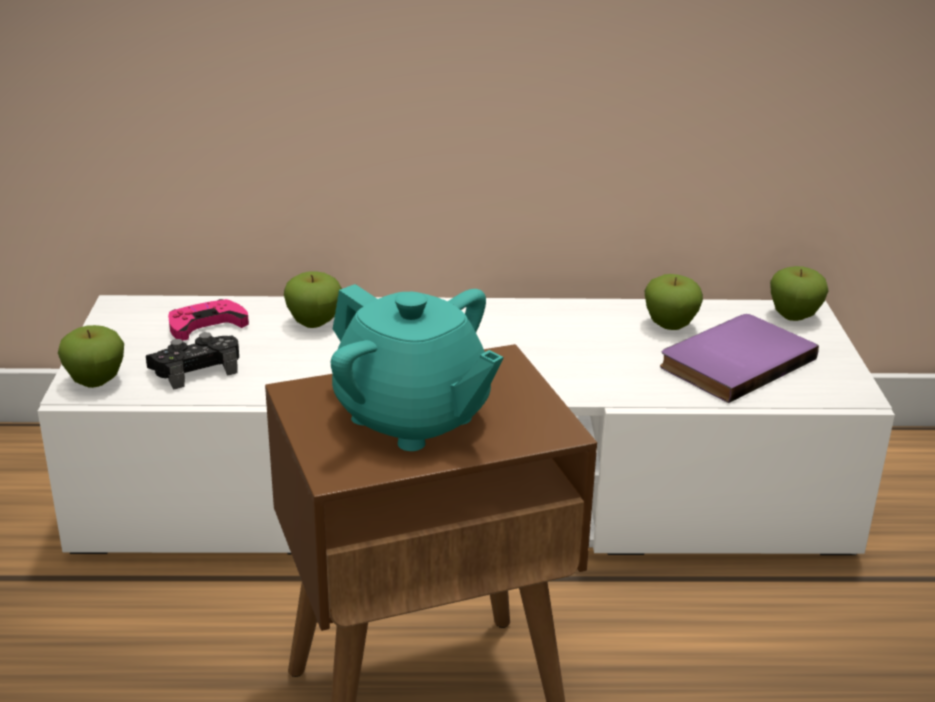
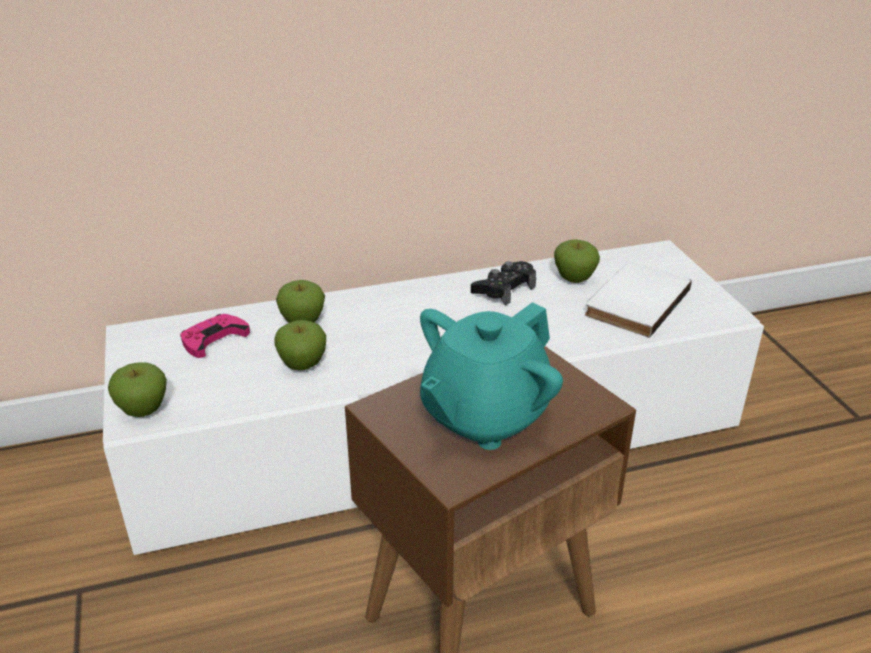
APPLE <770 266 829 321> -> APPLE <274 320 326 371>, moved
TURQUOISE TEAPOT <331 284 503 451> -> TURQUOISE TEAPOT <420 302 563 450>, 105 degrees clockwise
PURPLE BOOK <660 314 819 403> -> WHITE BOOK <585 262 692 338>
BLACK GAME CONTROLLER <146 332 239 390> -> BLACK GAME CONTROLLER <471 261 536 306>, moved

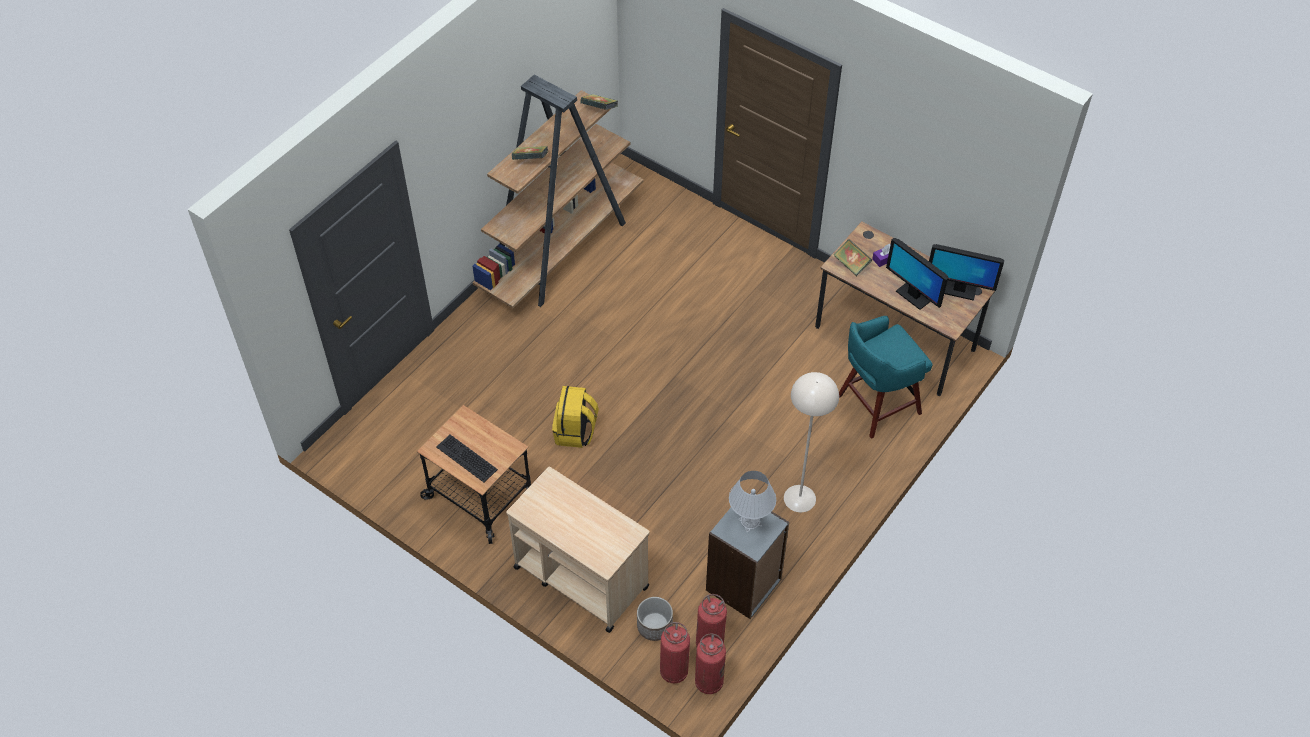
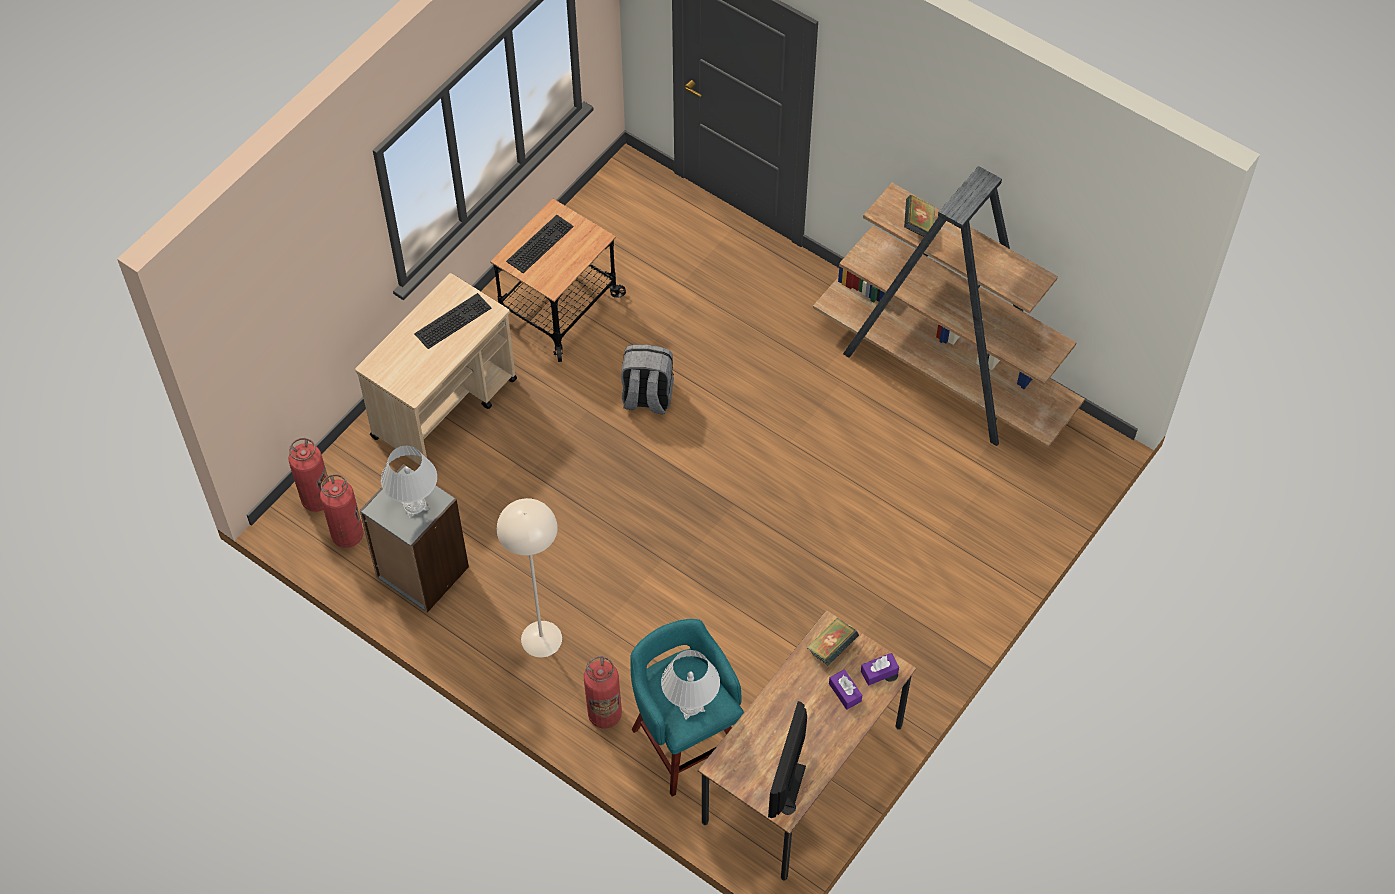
BOOK <580 94 618 110> -> none
MONITOR <886 238 948 310> -> none
YELLOW BACKPACK <552 386 599 448> -> GREY BACKPACK <621 345 674 414>
PLANTER <637 597 673 641> -> none
FIRE EXTINGUISHER <695 633 726 694> -> FIRE EXTINGUISHER <584 656 622 728>, moved
none -> KEYBOARD <414 293 491 349>
none -> WHITE TABLE LAMP <661 650 720 720>
none -> PURPLE TISSUE BOX <861 653 899 686>

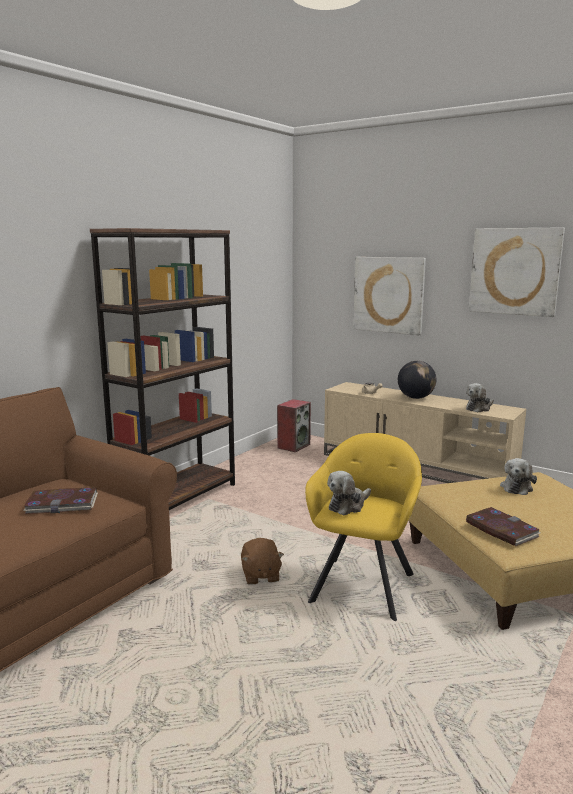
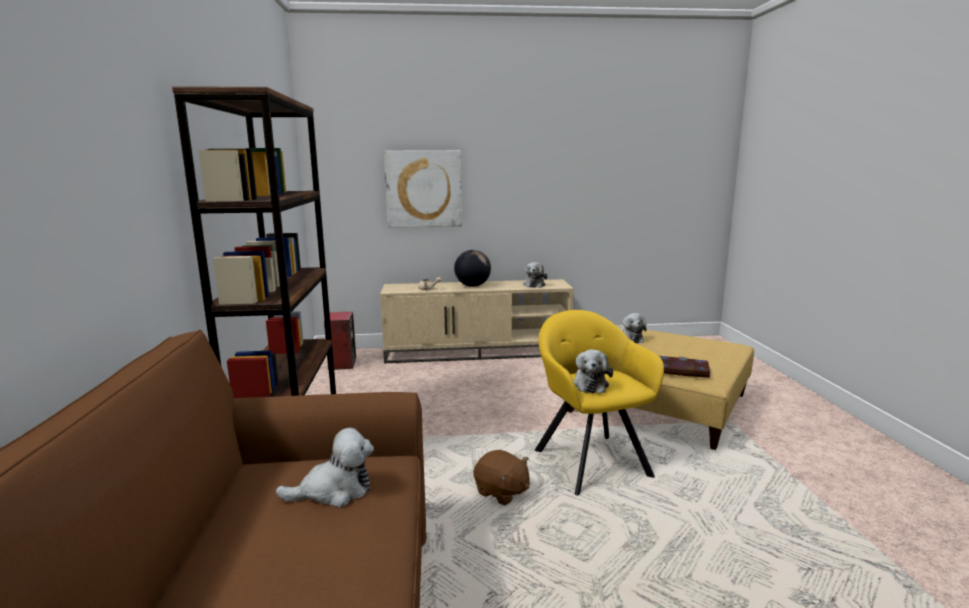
PICTURE <469 227 565 317> -> none
BOOK <23 488 98 514> -> PLUSH TOY <276 427 374 507>

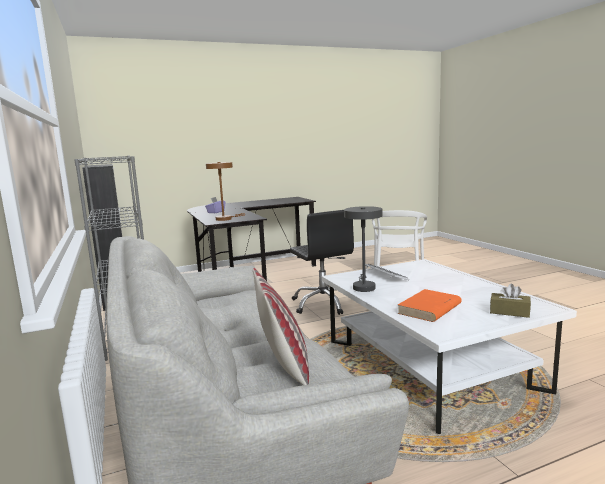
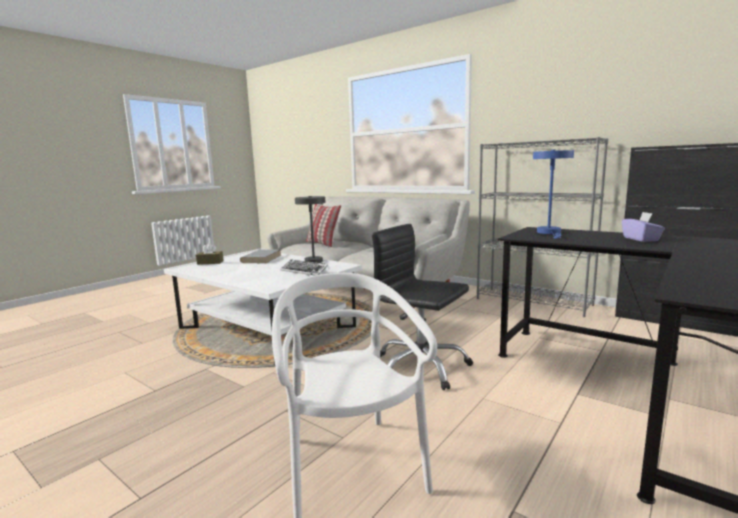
BROWN TABLE LAMP <206 162 245 221> -> BLUE TABLE LAMP <533 150 574 239>
ORANGE BOOK <397 289 462 322> -> GREY BOOK <240 249 281 264>

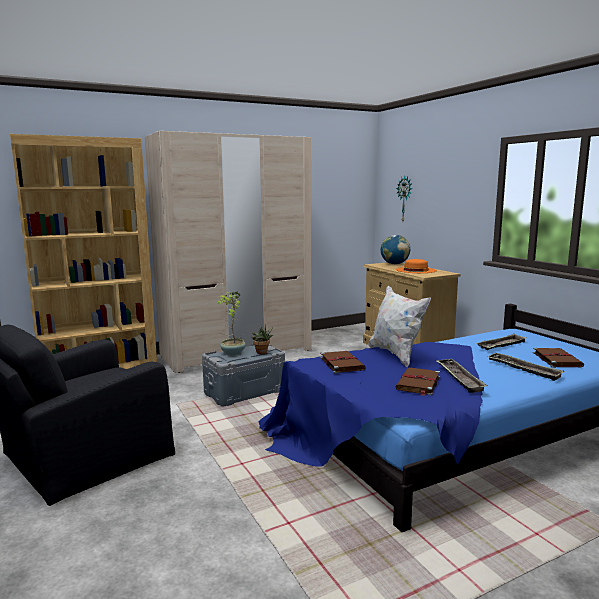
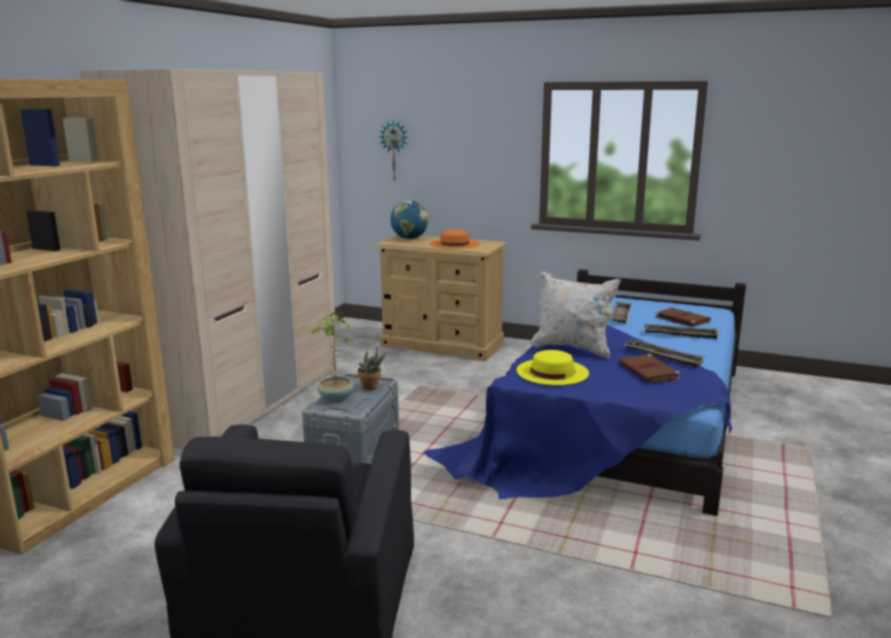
BROWN BOOK <320 351 366 374> -> YELLOW HAT <516 350 589 385>

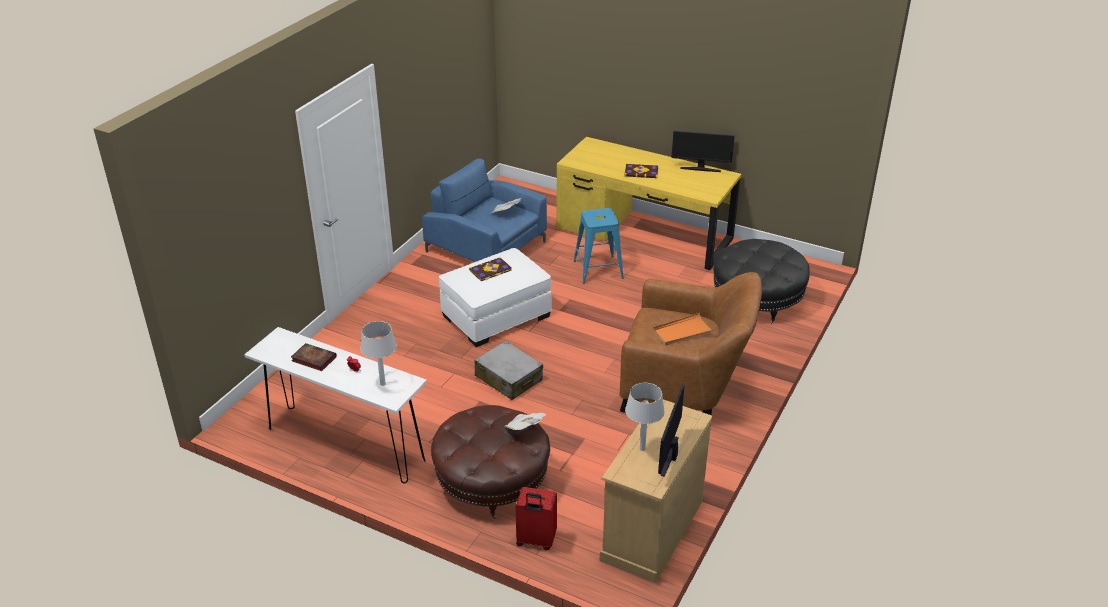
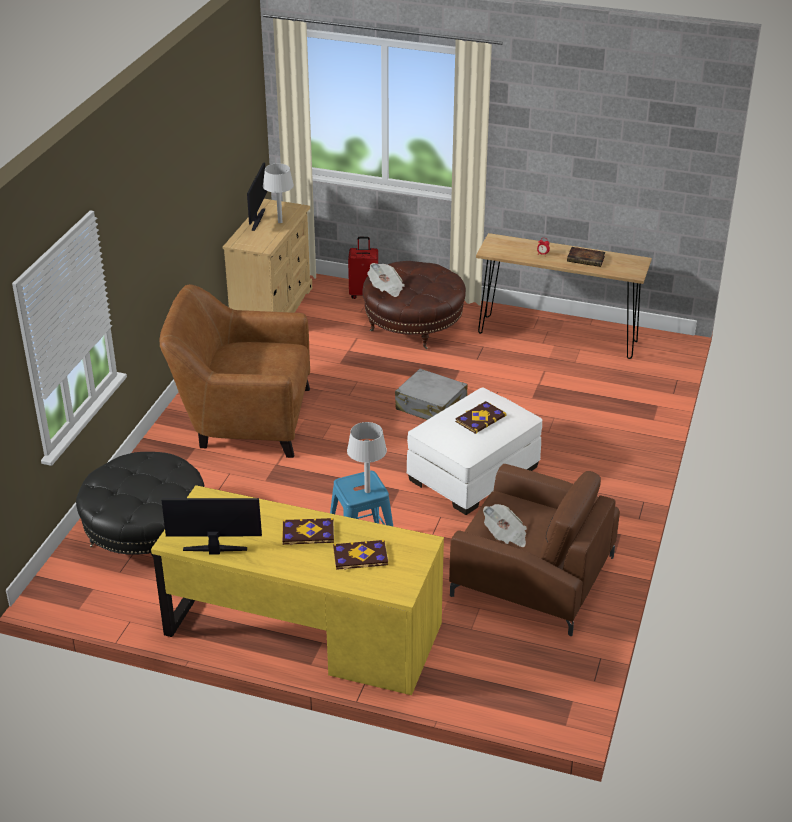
BLUE ARMCHAIR <422 159 547 262> -> BROWN ARMCHAIR <449 464 620 636>
ORANGE TRAY <653 313 715 346> -> none
GREY TABLE LAMP <360 321 397 386> -> GREY TABLE LAMP <347 422 387 493>, moved
WHITE CONSOLE TABLE <244 327 427 483> -> BROWN CONSOLE TABLE <476 233 652 359>
none -> BOOK <333 540 388 570>

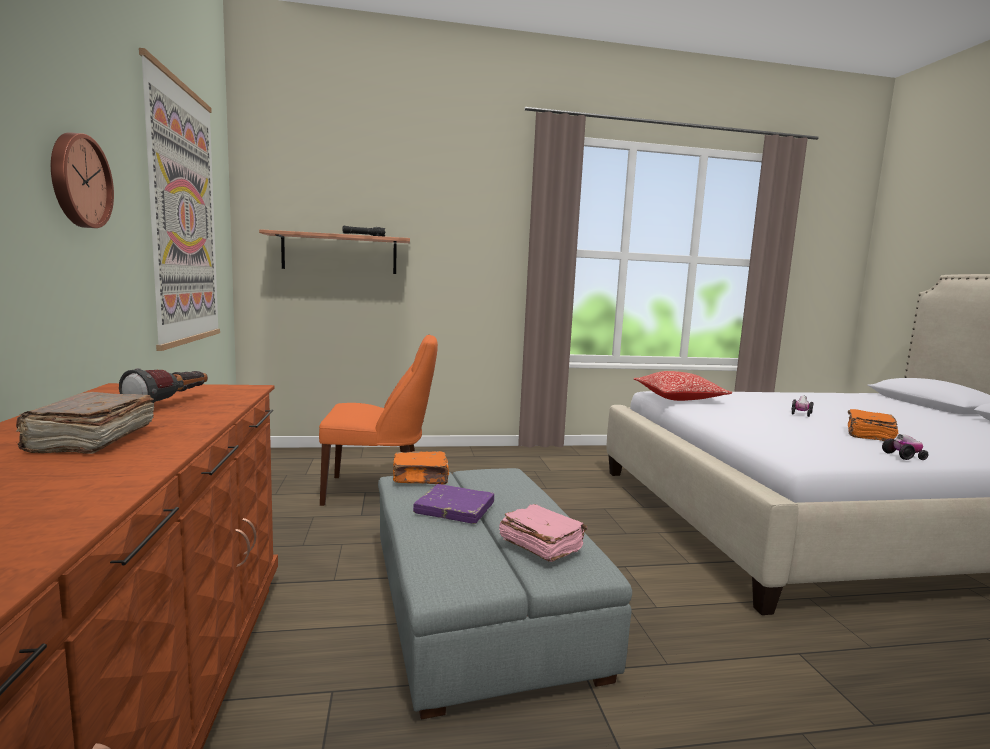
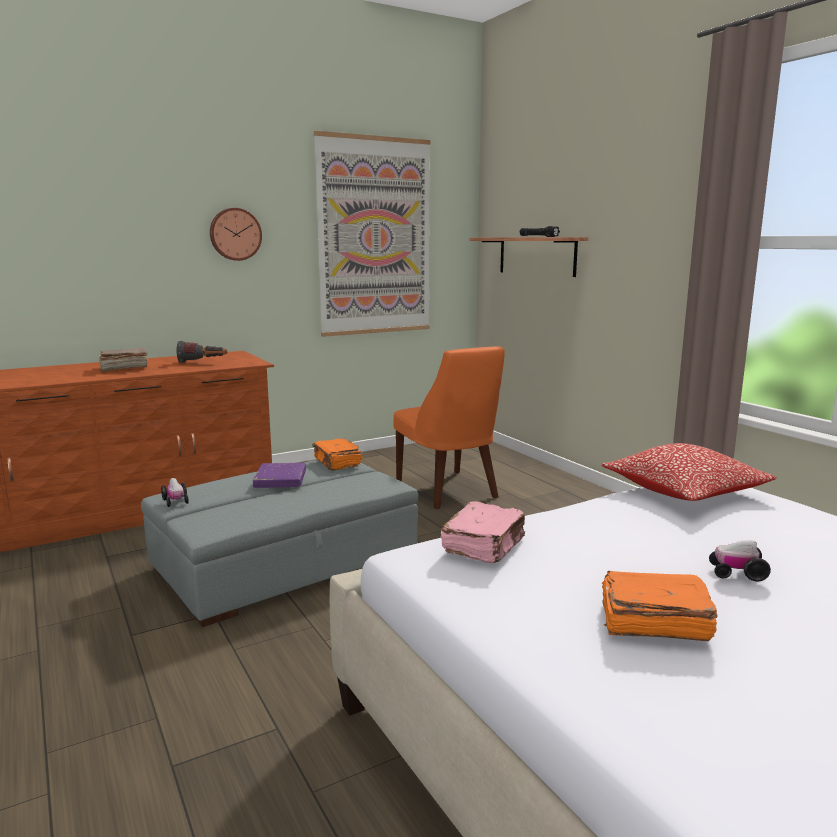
TOY CAR <882 434 929 460> -> TOY CAR <161 478 189 507>, moved
PINK BOOK <499 504 587 562> -> PINK BOOK <441 501 525 563>, moved

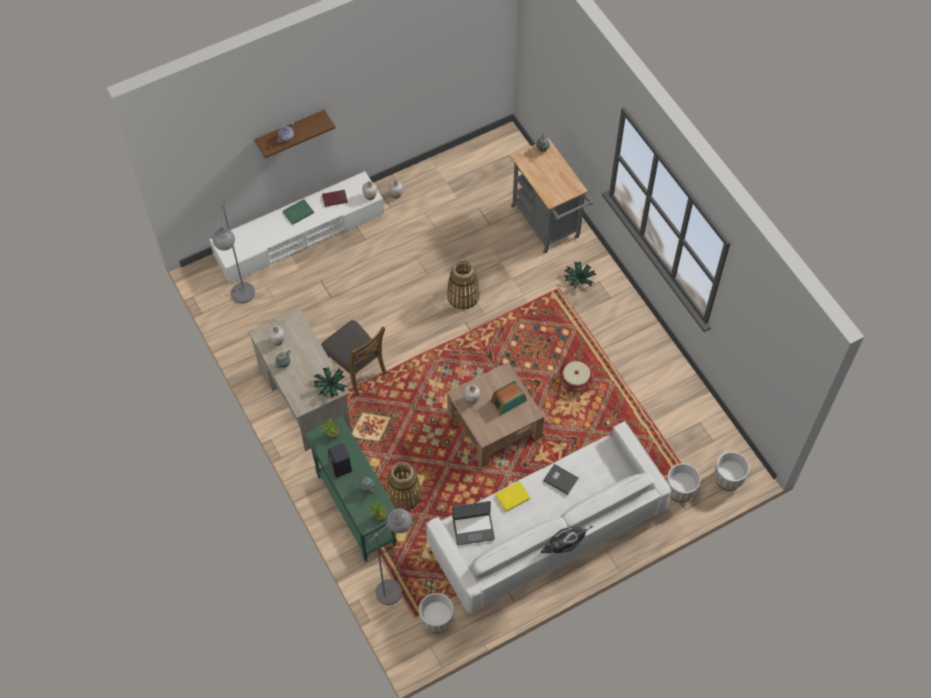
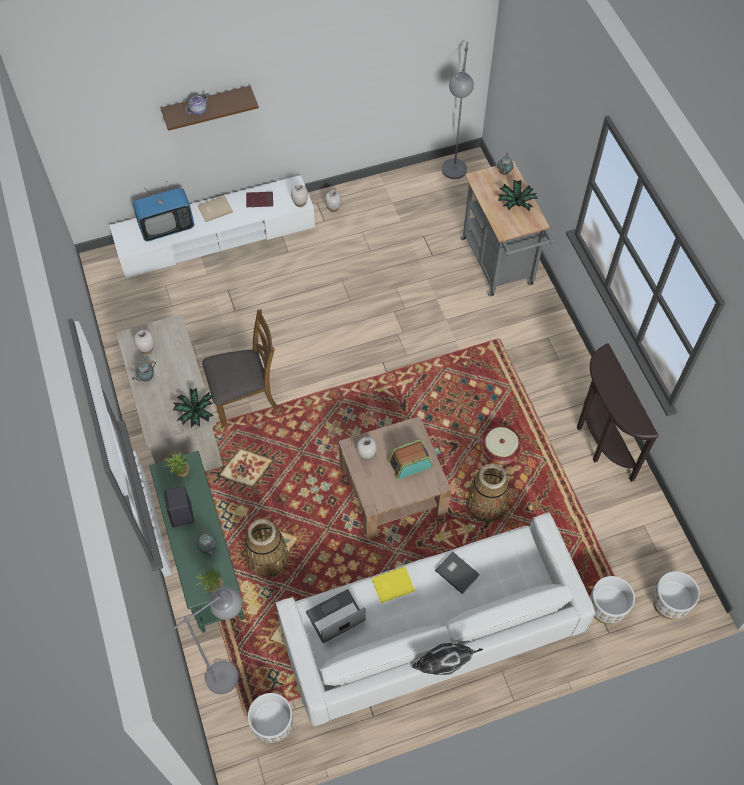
GREY FLOOR LAMP <212 199 255 303> -> GREY FLOOR LAMP <442 41 474 179>, moved
GREEN BOOK <283 199 314 225> -> BEIGE BOOK <198 196 233 222>
BASKET <447 260 480 310> -> BASKET <466 463 509 522>, moved
POTTED PLANT <564 261 597 288> -> POTTED PLANT <497 180 538 211>, moved
BROWN CHAIR <321 320 387 396> -> BROWN CHAIR <202 310 279 427>, 75 degrees counterclockwise
LAPTOP <452 501 495 545> -> LAPTOP <306 589 366 643>, 150 degrees clockwise
none -> TELEVISION <132 181 195 242>
none -> BROWN CONSOLE TABLE <577 343 659 482>

